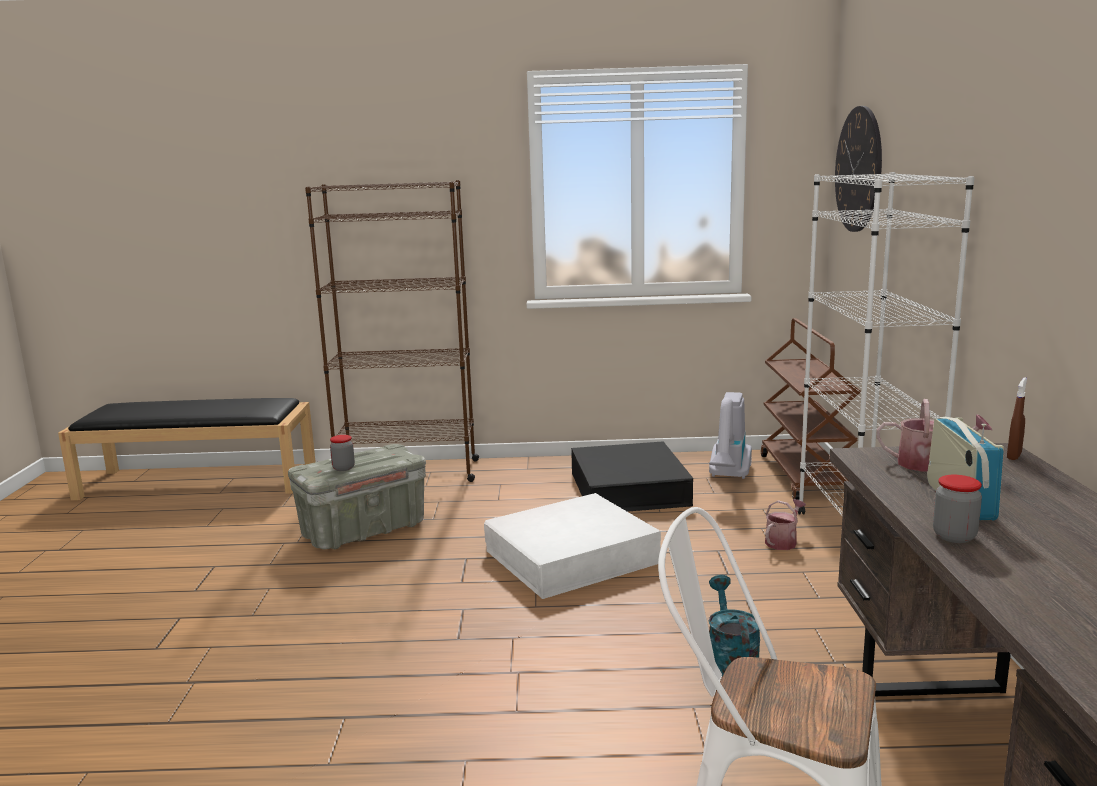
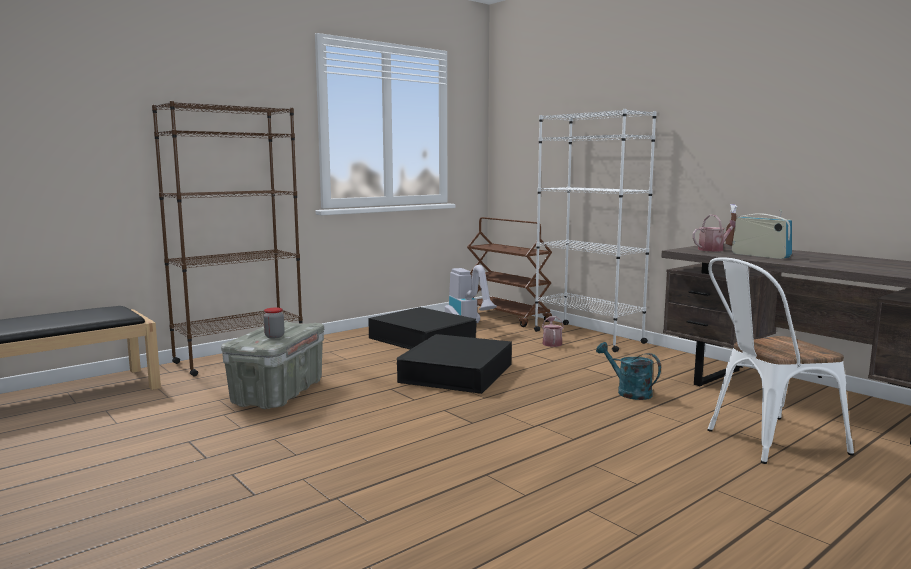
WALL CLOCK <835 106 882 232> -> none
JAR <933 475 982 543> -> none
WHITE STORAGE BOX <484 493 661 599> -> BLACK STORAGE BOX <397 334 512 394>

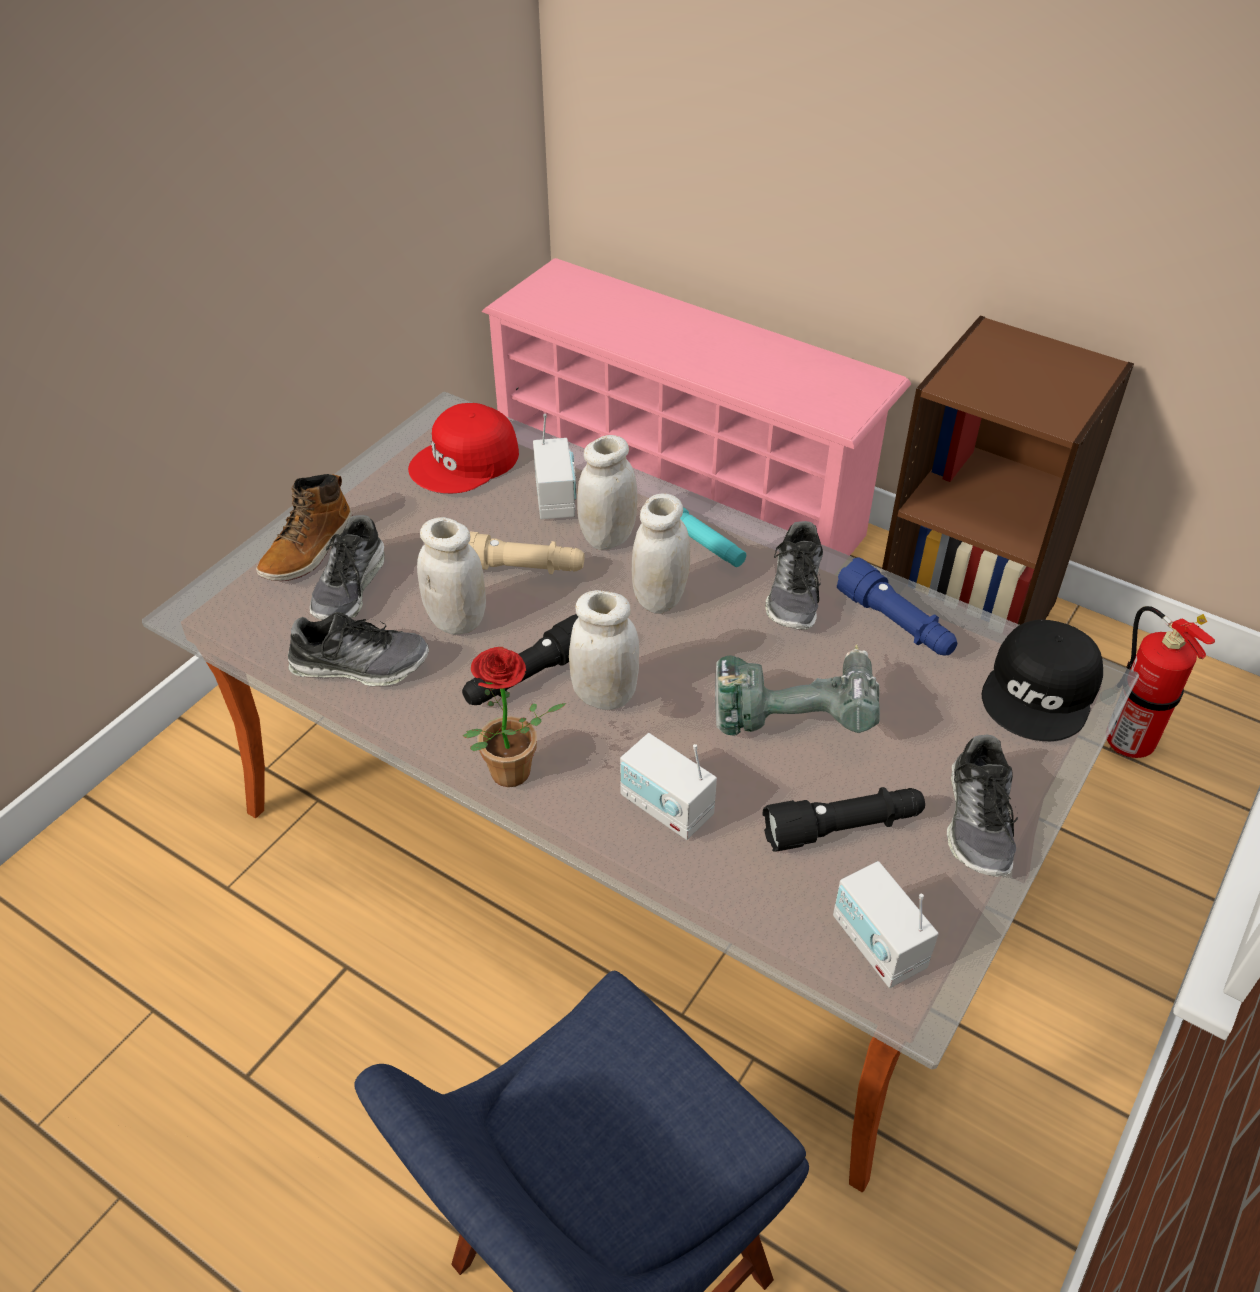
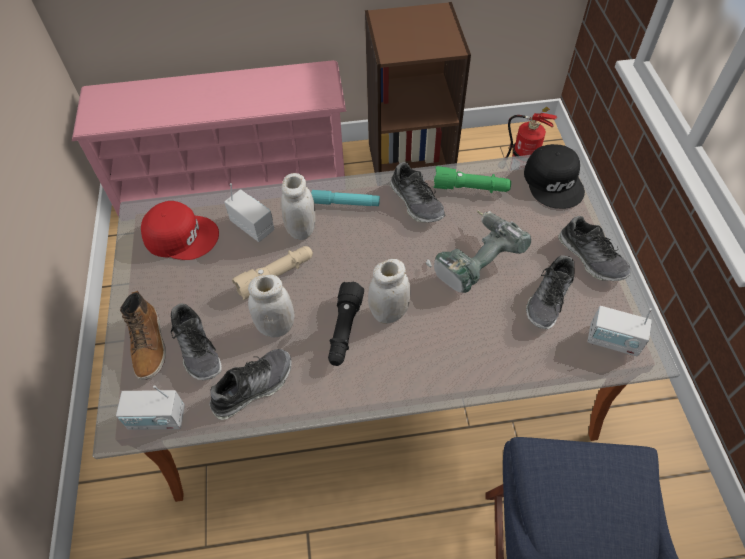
RED CAP <408 403 519 493> -> RED CAP <141 201 219 260>, 90 degrees counterclockwise
WHITE JAR <632 493 690 614> -> none
BLUE FLASHLIGHT <836 558 957 655> -> GREEN FLASHLIGHT <433 166 511 193>
POTTED PLANT <463 647 566 787> -> none
RADIO <620 733 717 840> -> RADIO <116 385 185 430>, moved
BLACK FLASHLIGHT <763 787 925 852> -> SHOE <526 255 575 329>

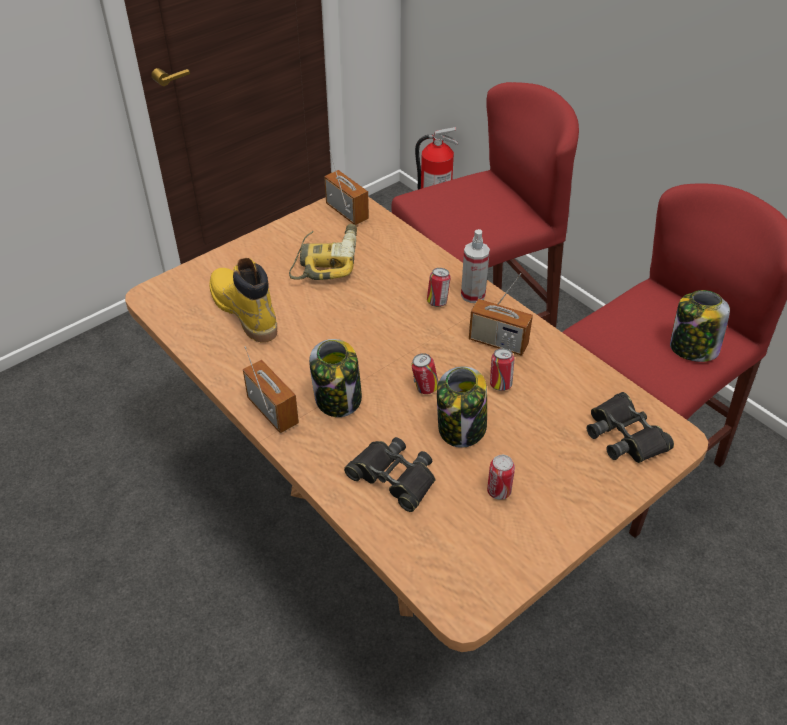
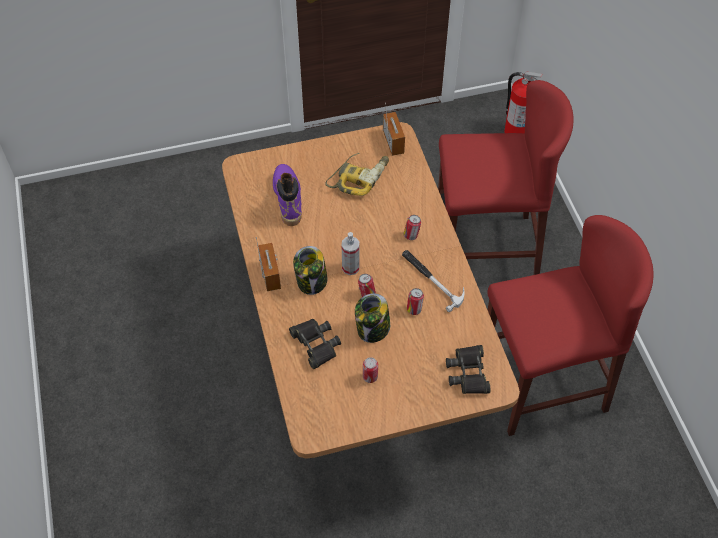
SPRAY BOTTLE <461 229 490 303> -> SPRAY BOTTLE <342 232 359 275>, moved
YELLOW BOOT <209 258 277 342> -> PURPLE BOOT <273 164 302 226>
RADIO <469 273 533 356> -> HAMMER <402 250 465 312>
JAR <670 290 730 362> -> none

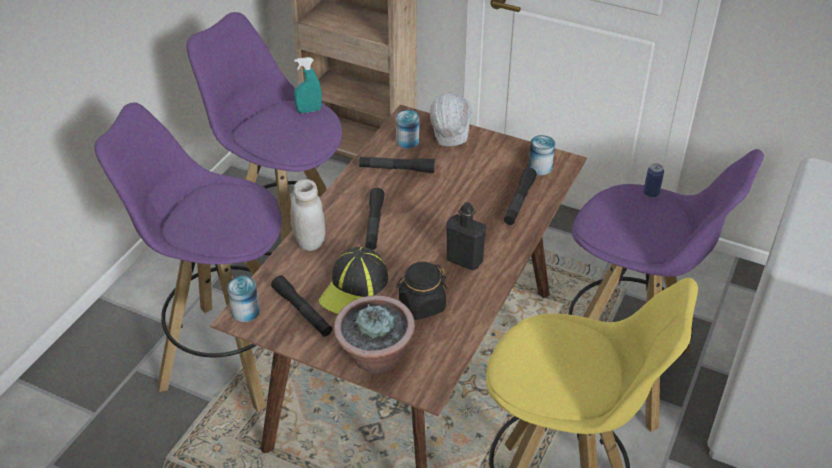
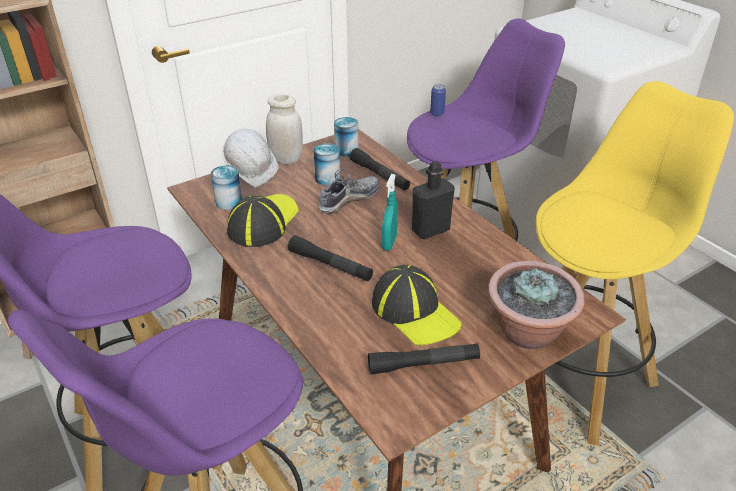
TURQUOISE SPRAY BOTTLE <294 57 322 113> -> TURQUOISE SPRAY BOTTLE <382 174 398 250>, moved
BLACK FLASHLIGHT <359 157 435 173> -> CAP <227 194 299 247>
WHITE JAR <291 179 325 251> -> WHITE JAR <266 94 303 164>, moved
BLACK JAR <396 262 447 320> -> none
CAN <227 276 260 322> -> CAN <314 143 340 186>, moved
none -> SHOE <319 169 380 214>

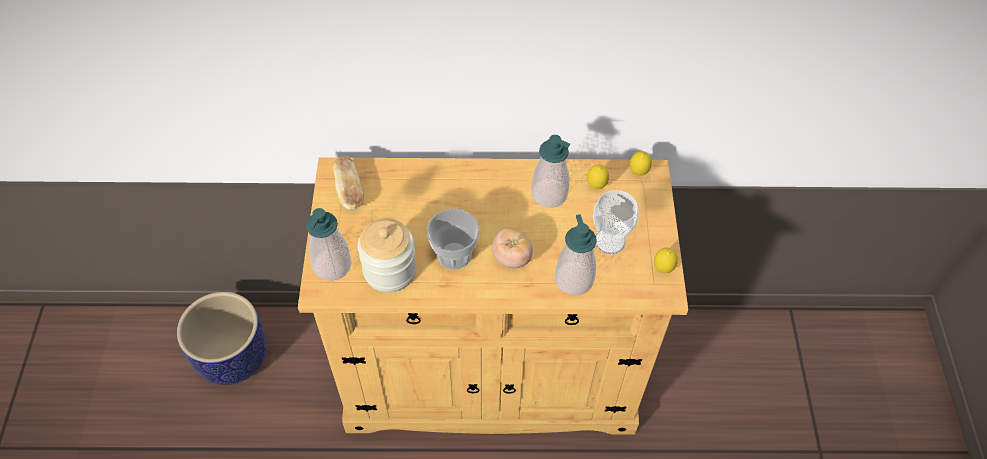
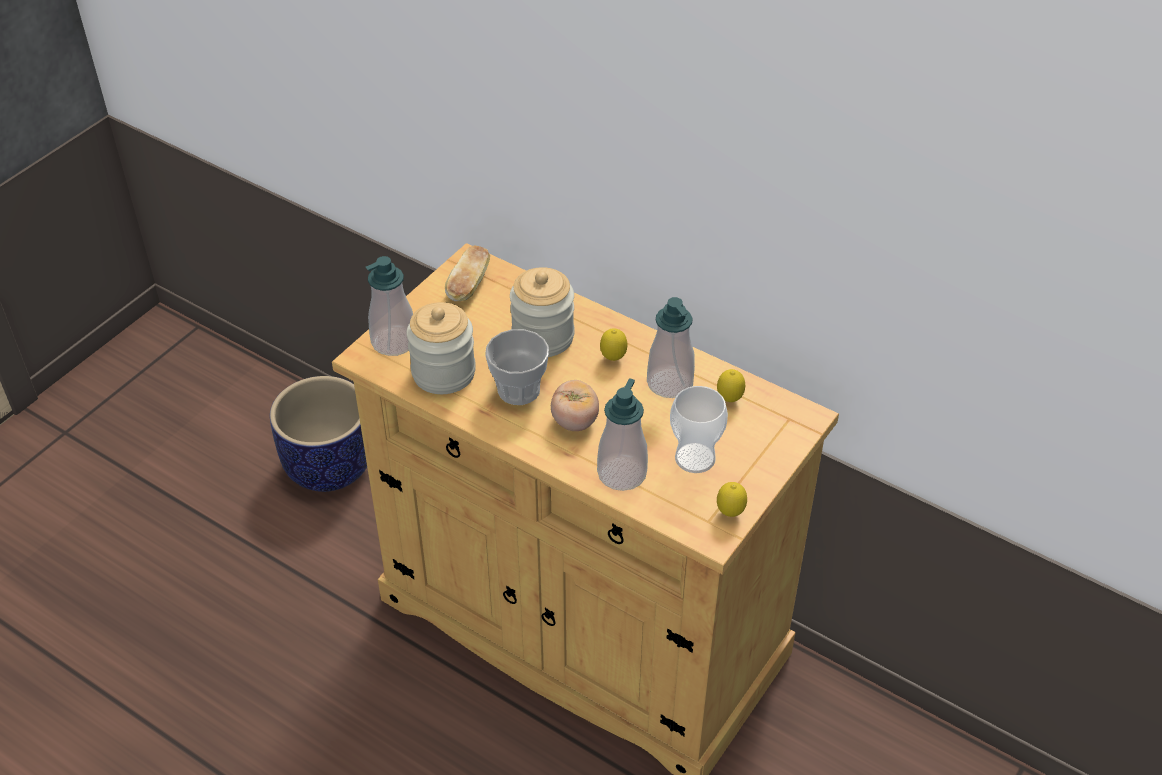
LEMON <630 151 652 176> -> LEMON <600 328 627 361>, moved
none -> JAR <510 267 574 357>

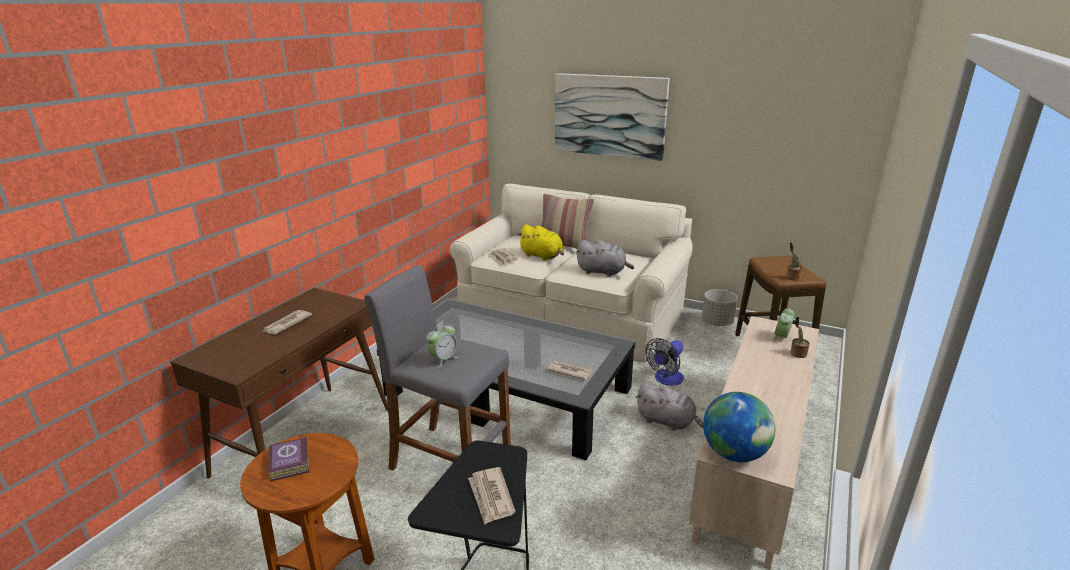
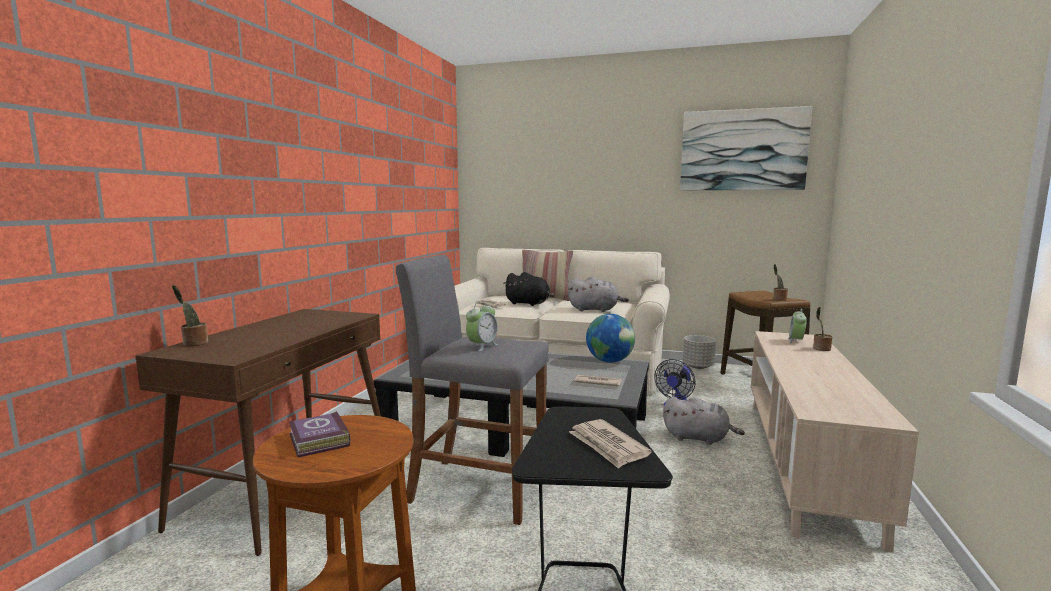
PICTURE <555 73 670 161> -> PICTURE <680 106 812 191>, moved
YELLOW PLUSH TOY <518 224 564 261> -> BLACK PLUSH TOY <503 272 554 306>
NEWSPAPER <262 310 312 334> -> none
GLOBE <703 392 775 462> -> GLOBE <586 314 635 363>, moved
none -> POTTED PLANT <172 285 208 346>

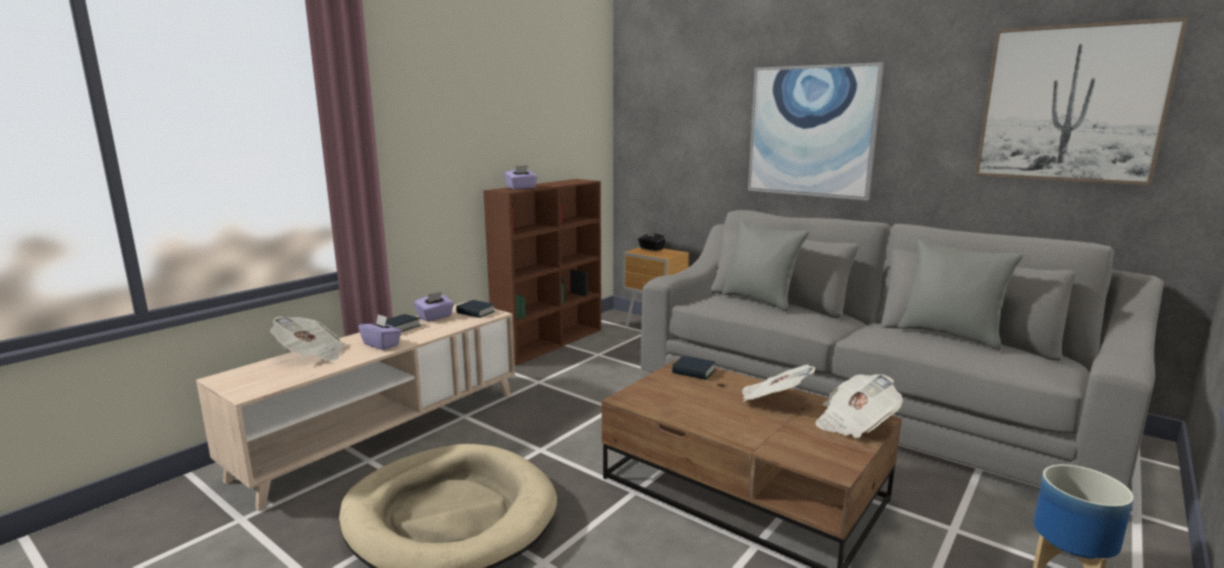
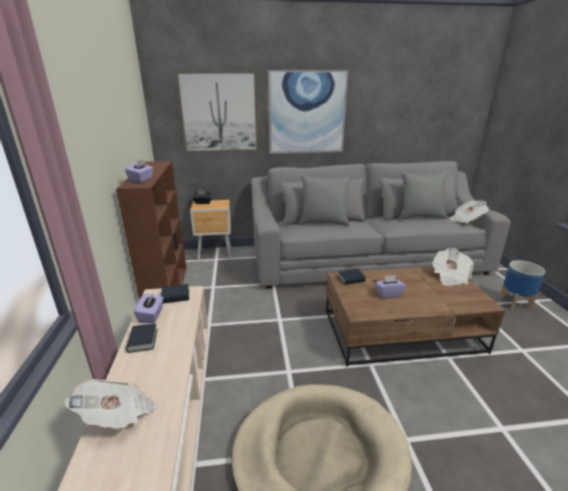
PICTURE <975 17 1189 186> -> PICTURE <176 71 258 153>, moved
PURPLE TISSUE BOX <358 314 402 350> -> PURPLE TISSUE BOX <375 275 406 298>, moved
NEWSPAPER <742 364 815 402> -> NEWSPAPER <450 200 489 223>, moved

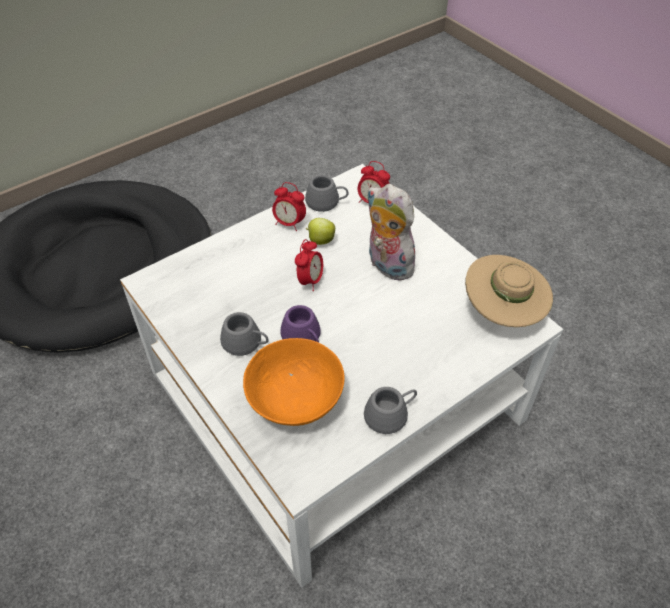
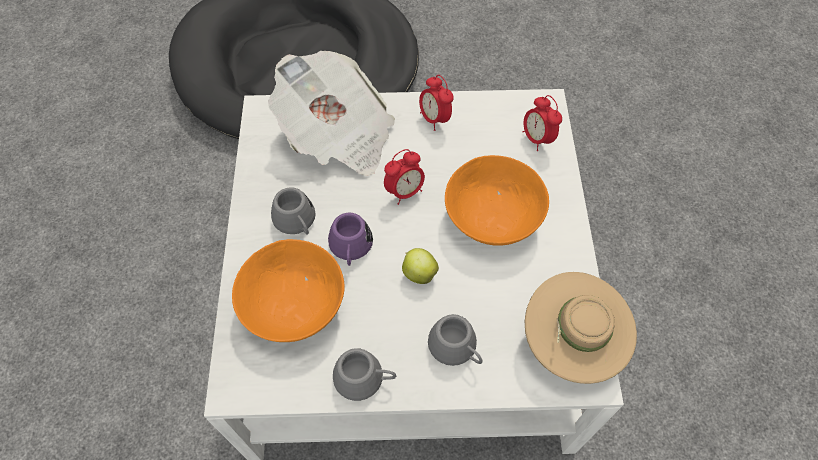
GREY MUG <305 175 349 212> -> GREY MUG <428 314 483 366>, moved
PLUSH TOY <366 184 416 281> -> ORANGE BOWL <445 155 549 246>
APPLE <306 218 335 245> -> APPLE <402 248 439 284>, moved
none -> NEWSPAPER <268 51 395 176>

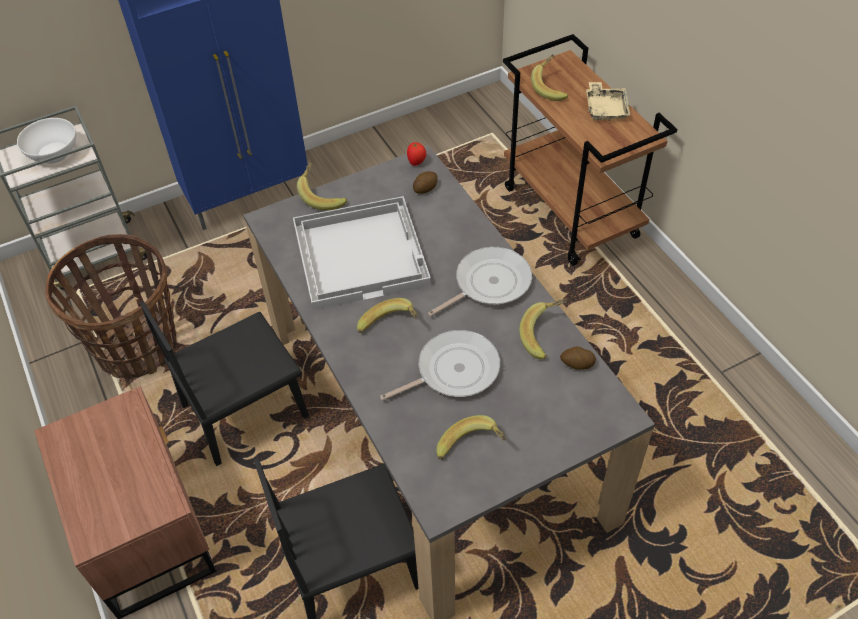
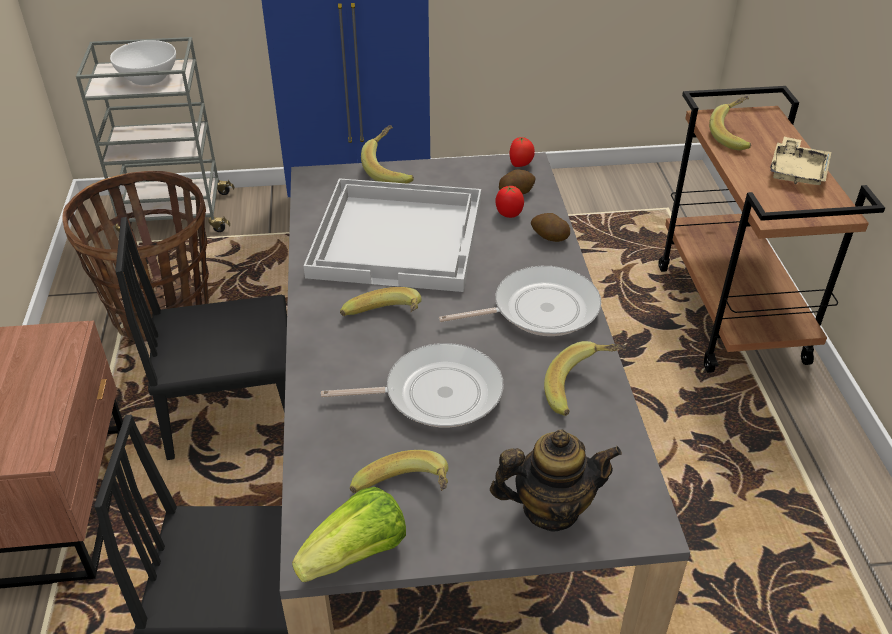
POTATO <560 346 596 370> -> POTATO <531 213 570 242>, moved
none -> TOMATO <495 186 524 218>
none -> TEAPOT <490 430 622 532>
none -> LETTUCE <292 487 406 582>

